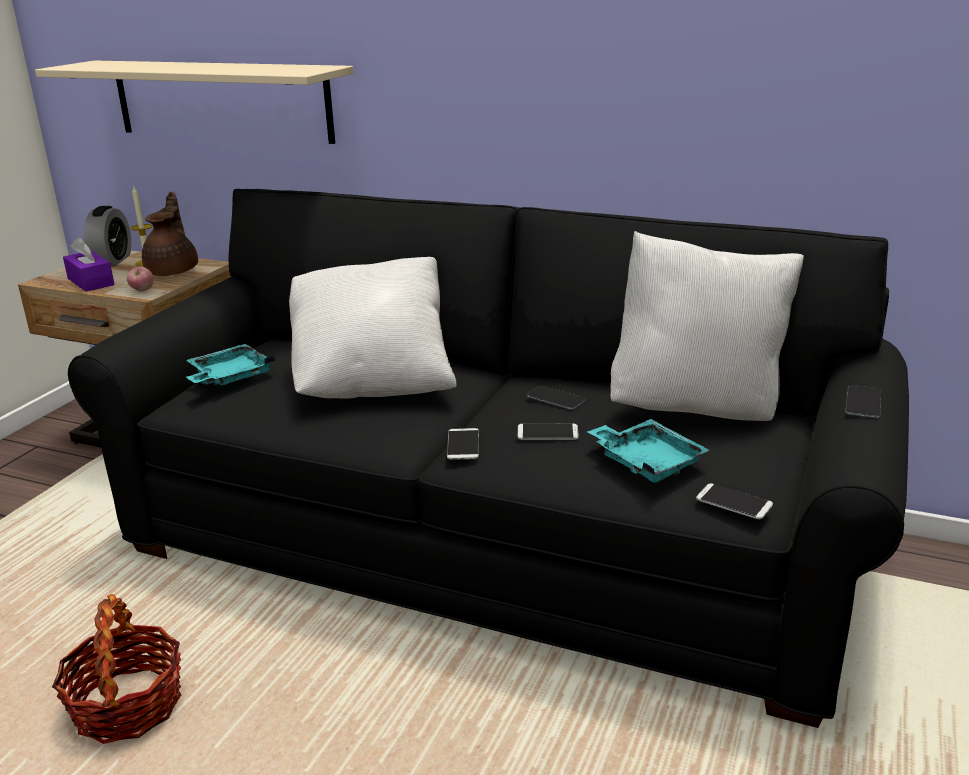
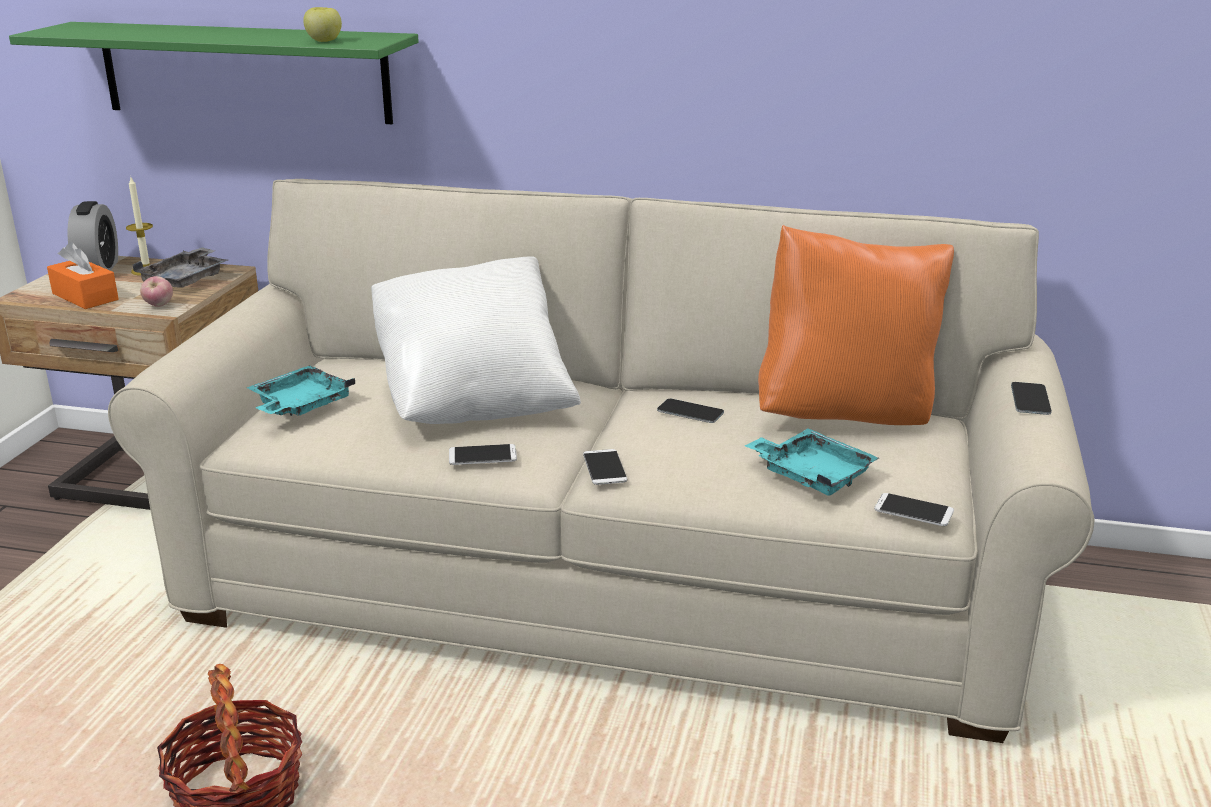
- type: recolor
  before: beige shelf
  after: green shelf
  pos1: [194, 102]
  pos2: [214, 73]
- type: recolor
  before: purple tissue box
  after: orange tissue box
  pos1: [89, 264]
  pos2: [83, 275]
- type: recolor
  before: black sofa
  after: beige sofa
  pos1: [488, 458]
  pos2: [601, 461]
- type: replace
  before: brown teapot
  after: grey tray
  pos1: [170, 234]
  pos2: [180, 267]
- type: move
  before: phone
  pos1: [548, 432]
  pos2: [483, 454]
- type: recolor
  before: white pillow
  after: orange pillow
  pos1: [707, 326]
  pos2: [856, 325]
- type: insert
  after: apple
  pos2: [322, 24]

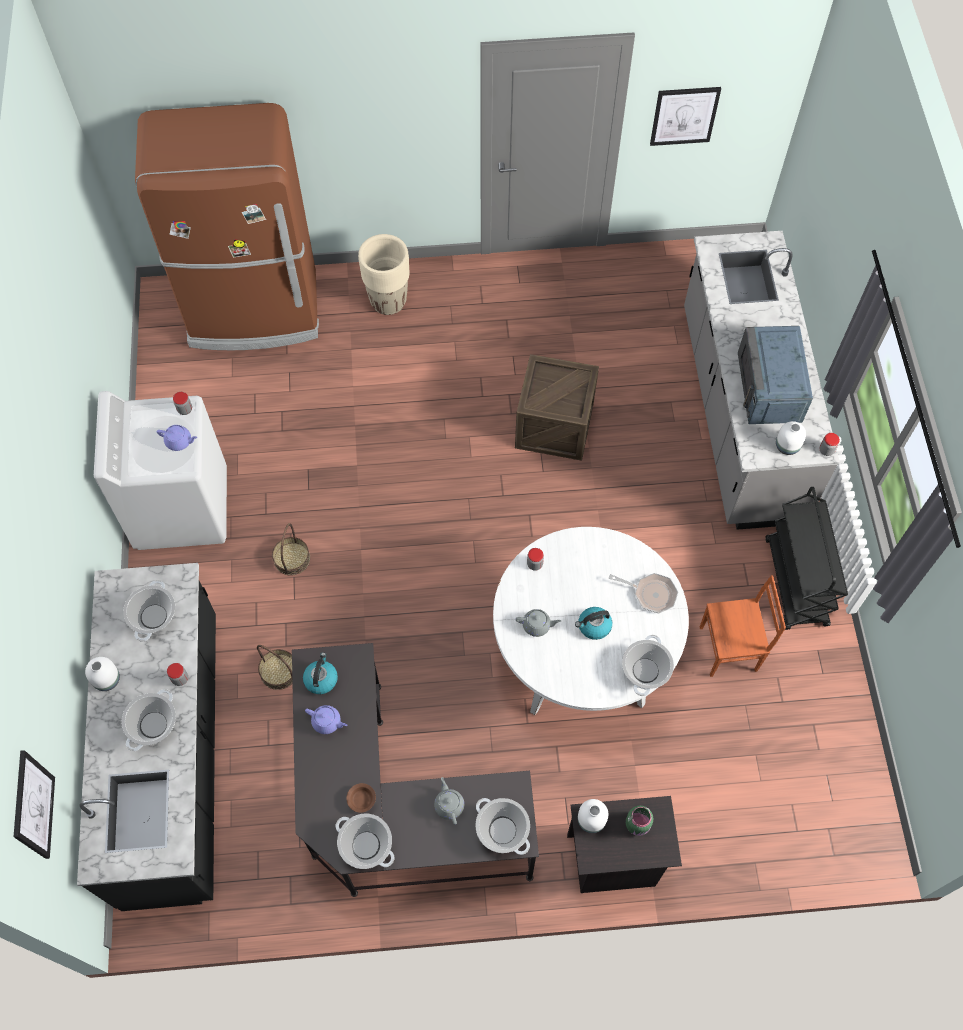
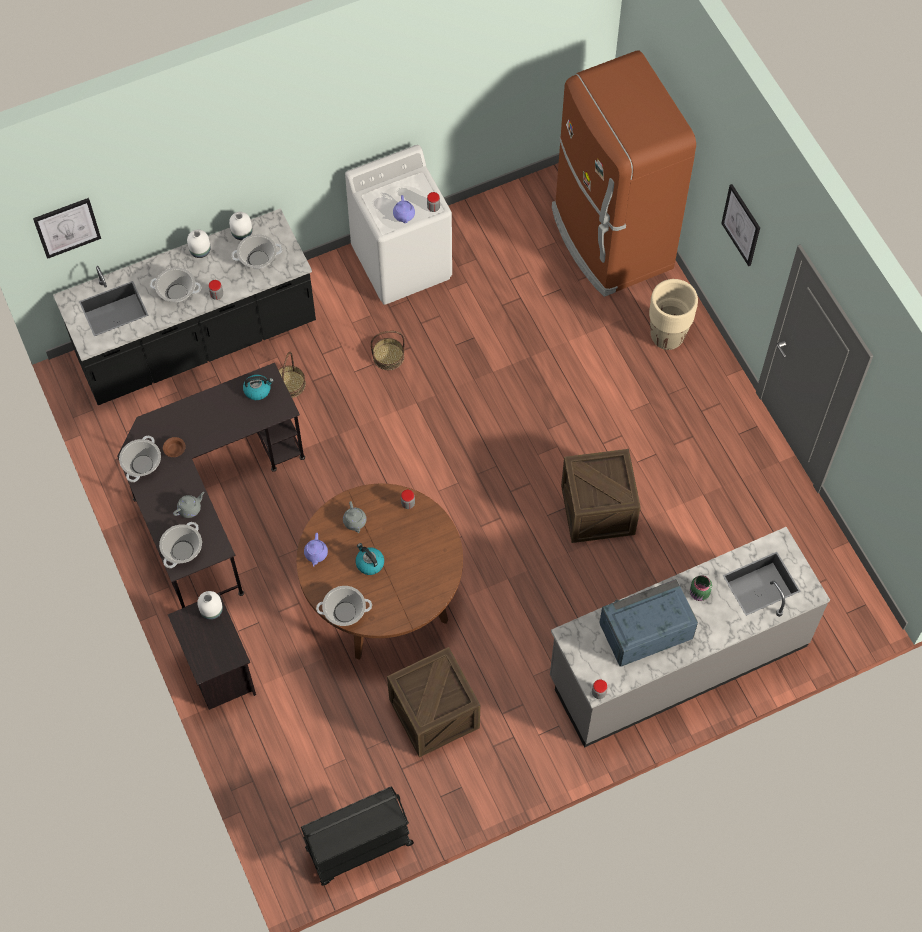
- type: move
  before: purple teapot
  pos1: [326, 719]
  pos2: [316, 549]
- type: recolor
  before: white dining table
  after: brown dining table
  pos1: [591, 621]
  pos2: [379, 572]
- type: delete
  before: frying pan
  pos1: [643, 593]
- type: move
  before: green jar
  pos1: [639, 820]
  pos2: [701, 588]
- type: move
  before: picture
  pos1: [685, 116]
  pos2: [740, 225]
- type: replace
  before: brown chair
  after: crate
  pos1: [743, 626]
  pos2: [433, 702]
- type: move
  before: black cart
  pos1: [806, 558]
  pos2: [357, 836]
- type: move
  before: white vase
  pos1: [791, 438]
  pos2: [240, 226]

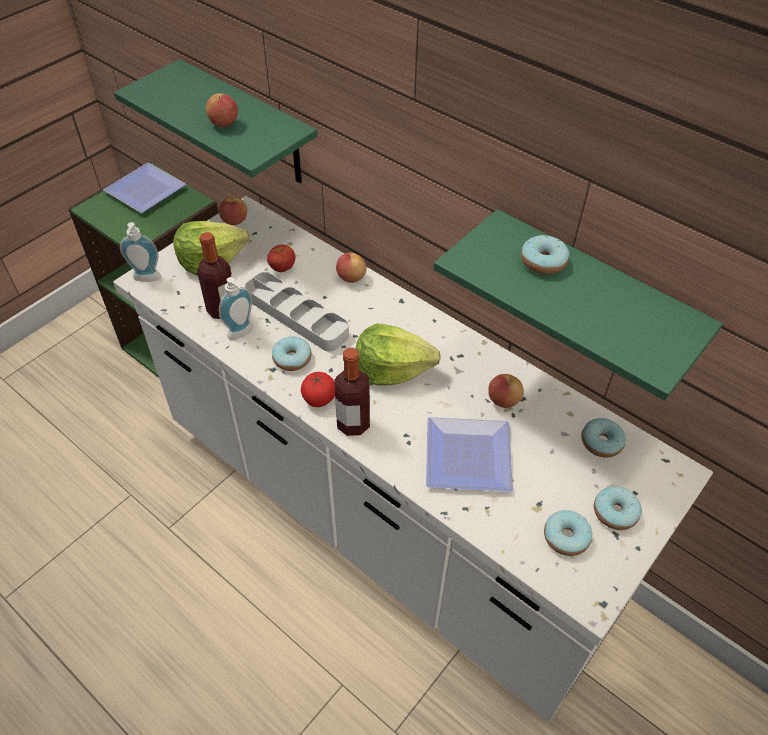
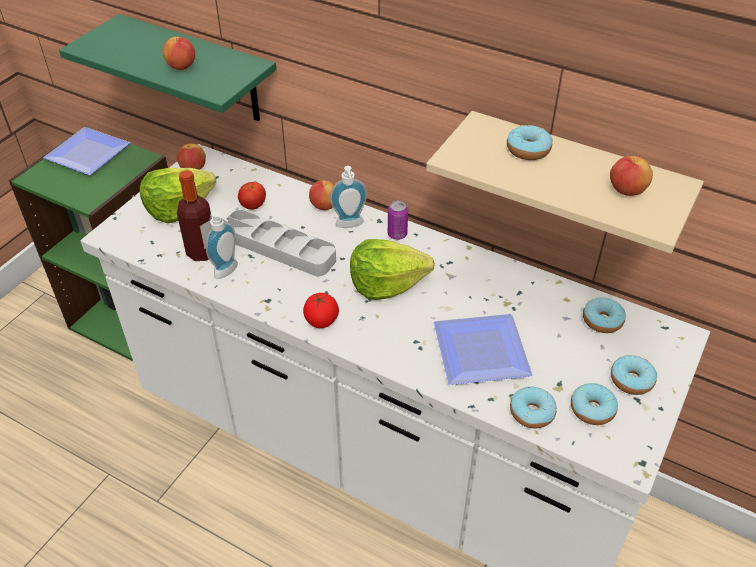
- type: move
  before: soap dispenser
  pos1: [140, 252]
  pos2: [348, 197]
- type: move
  before: donut
  pos1: [292, 353]
  pos2: [533, 407]
- type: delete
  before: bottle
  pos1: [352, 392]
- type: recolor
  before: green shelf
  after: beige shelf
  pos1: [578, 305]
  pos2: [565, 182]
- type: move
  before: apple
  pos1: [506, 391]
  pos2: [631, 176]
- type: insert
  after: can
  pos2: [398, 220]

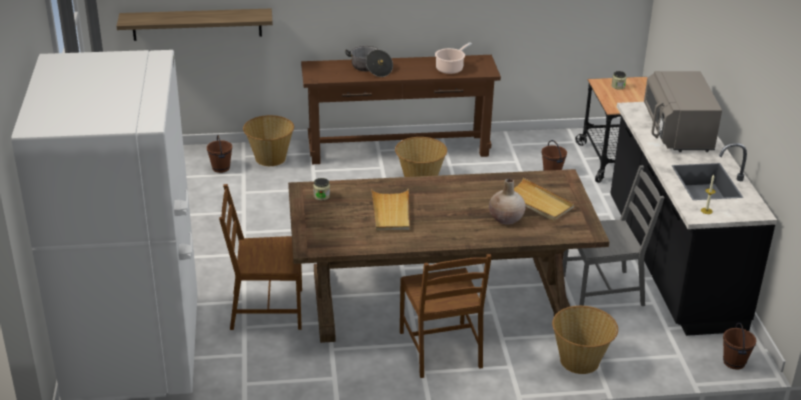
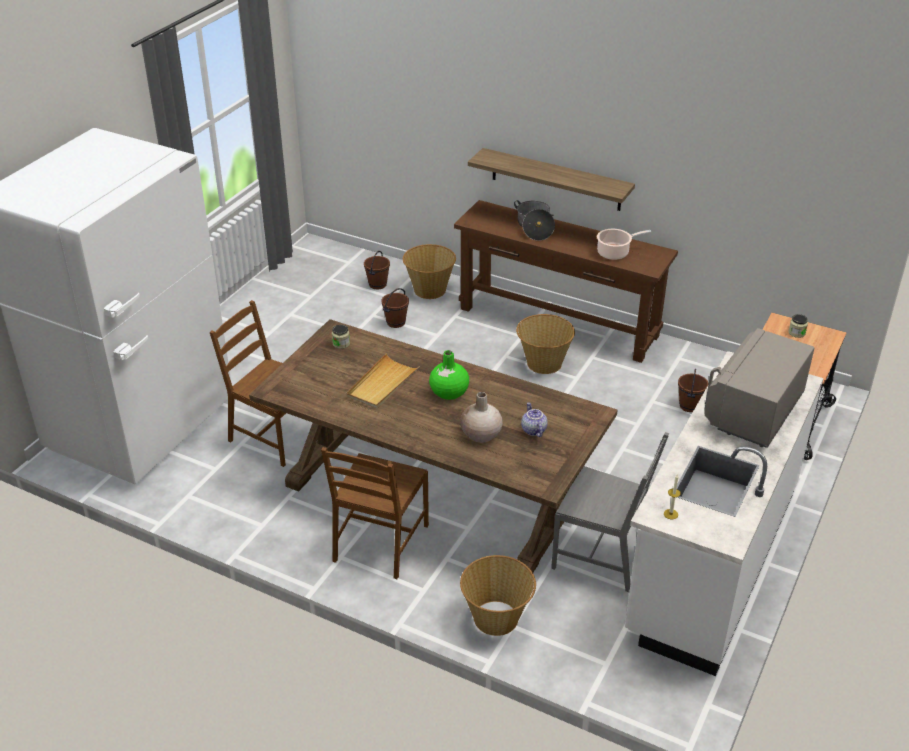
- type: move
  before: shelf
  pos1: [195, 24]
  pos2: [551, 179]
- type: replace
  before: beige tray
  after: teapot
  pos1: [544, 199]
  pos2: [534, 420]
- type: recolor
  before: black counter
  after: white counter
  pos1: [693, 219]
  pos2: [724, 513]
- type: move
  before: brown bucket
  pos1: [739, 346]
  pos2: [395, 308]
- type: insert
  after: green vase
  pos2: [449, 375]

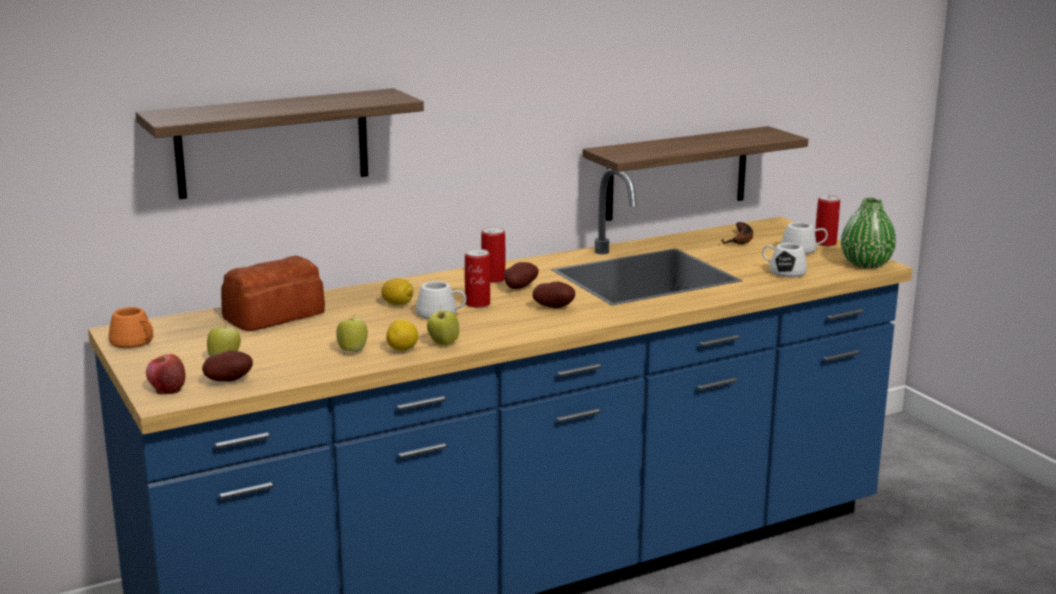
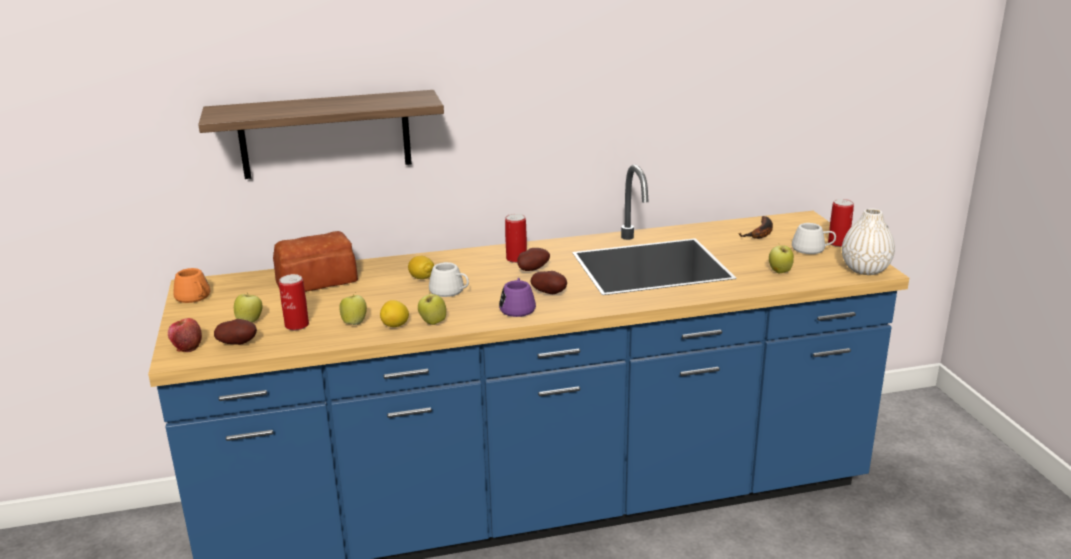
- type: move
  before: can
  pos1: [477, 278]
  pos2: [294, 302]
- type: delete
  before: shelf
  pos1: [695, 173]
- type: replace
  before: white mug
  after: apple
  pos1: [784, 260]
  pos2: [781, 258]
- type: recolor
  before: green vase
  after: white vase
  pos1: [868, 233]
  pos2: [868, 241]
- type: insert
  after: purple mug
  pos2: [517, 297]

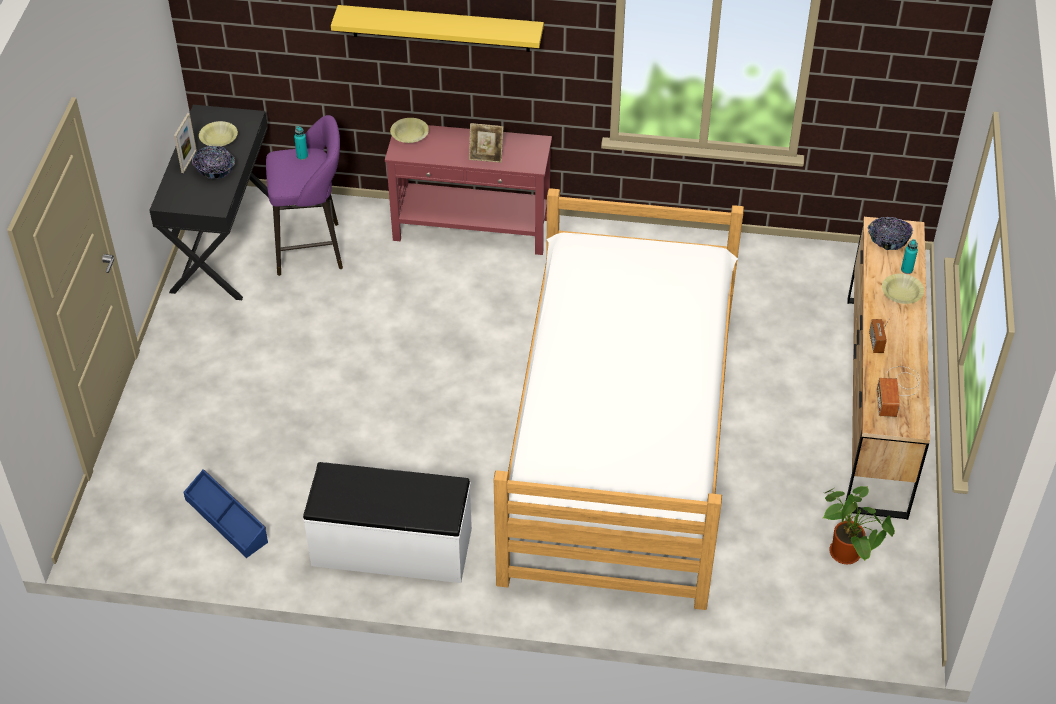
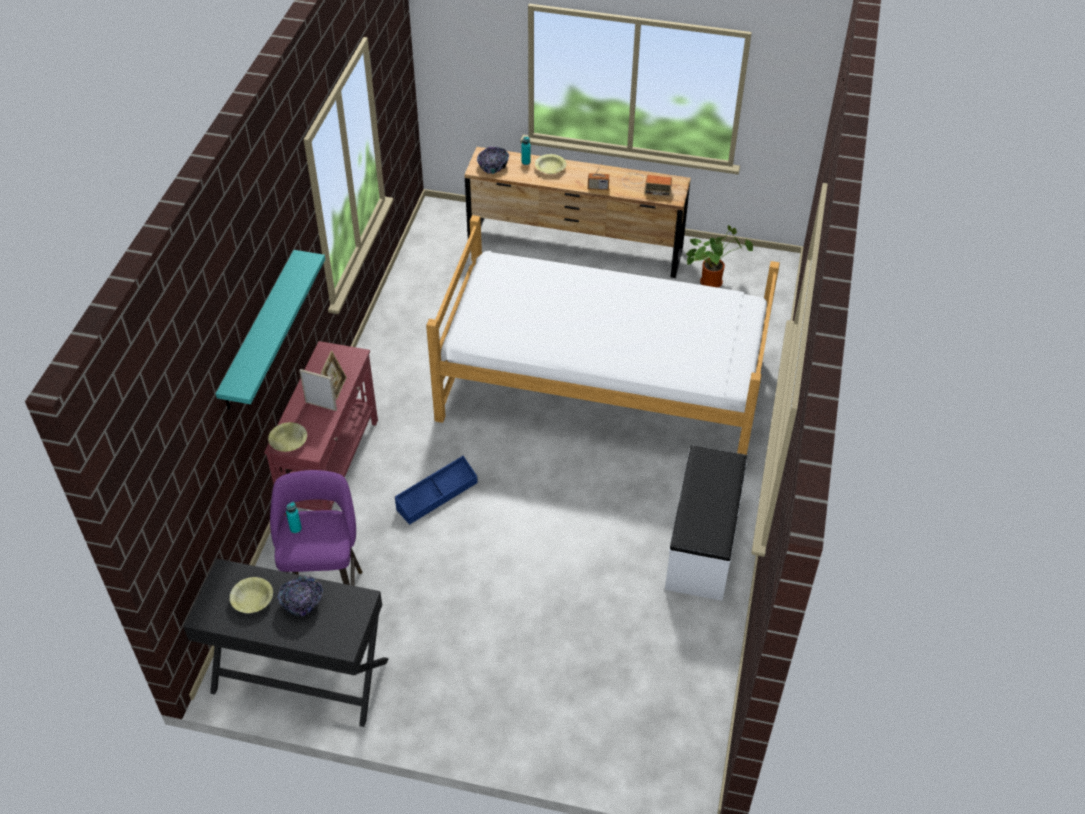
- type: move
  before: picture frame
  pos1: [185, 143]
  pos2: [318, 390]
- type: move
  before: blue storage box
  pos1: [225, 513]
  pos2: [436, 490]
- type: recolor
  before: yellow shelf
  after: turquoise shelf
  pos1: [437, 28]
  pos2: [270, 330]

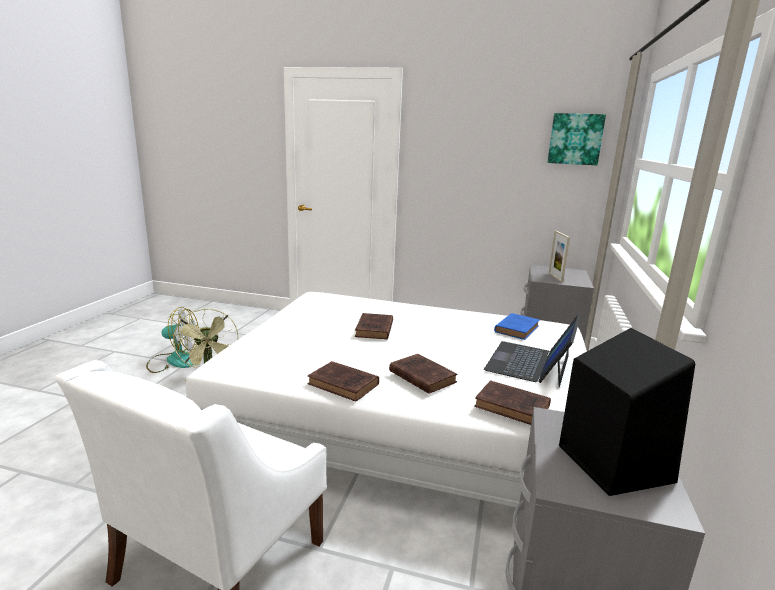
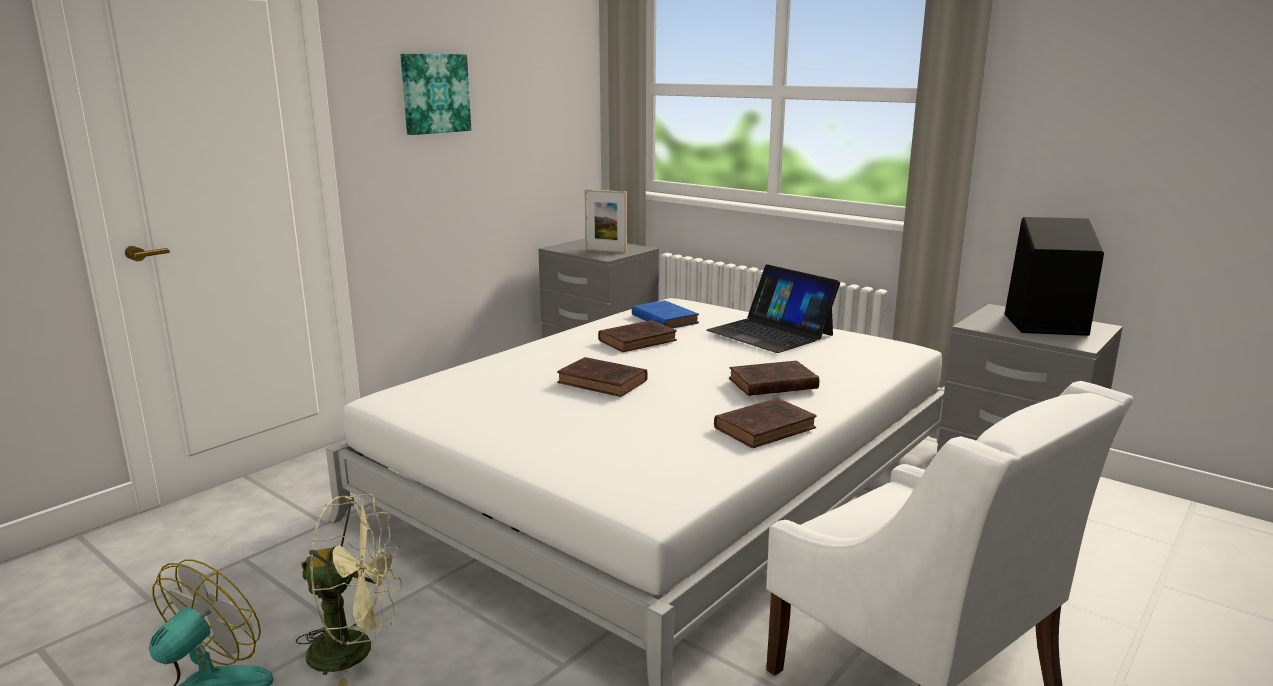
- type: move
  before: brown book
  pos1: [512, 402]
  pos2: [637, 336]
- type: move
  before: picture
  pos1: [577, 139]
  pos2: [436, 94]

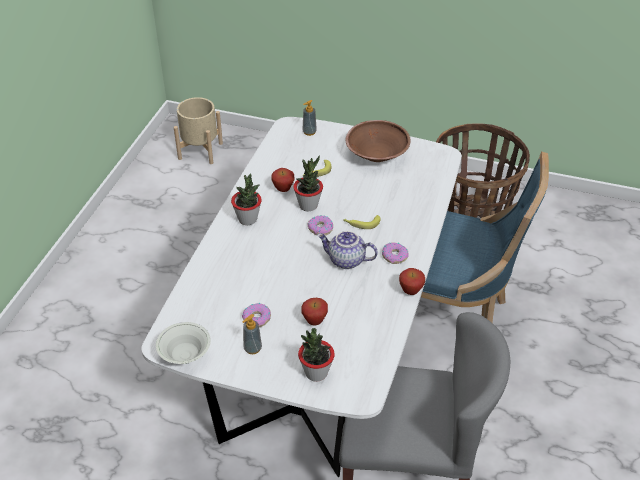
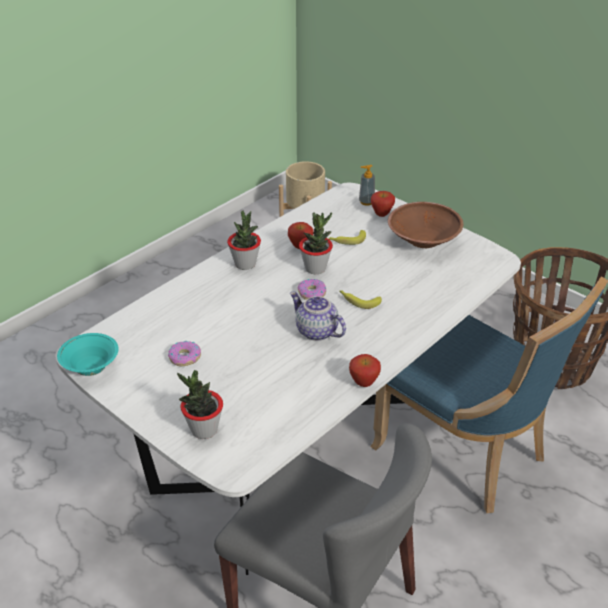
- type: recolor
  before: white bowl
  after: turquoise bowl
  pos1: [183, 343]
  pos2: [88, 354]
- type: delete
  before: soap dispenser
  pos1: [252, 334]
- type: move
  before: apple
  pos1: [315, 312]
  pos2: [383, 204]
- type: delete
  before: donut
  pos1: [395, 253]

